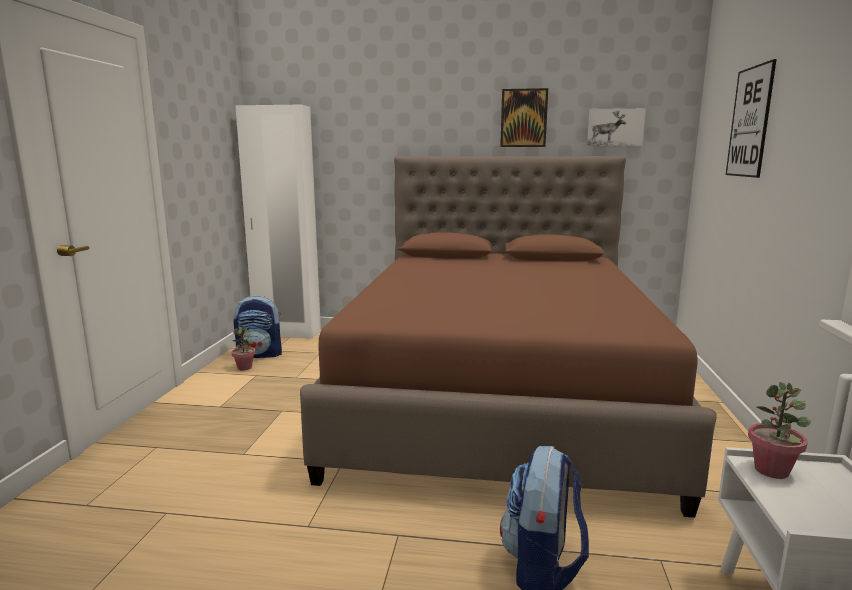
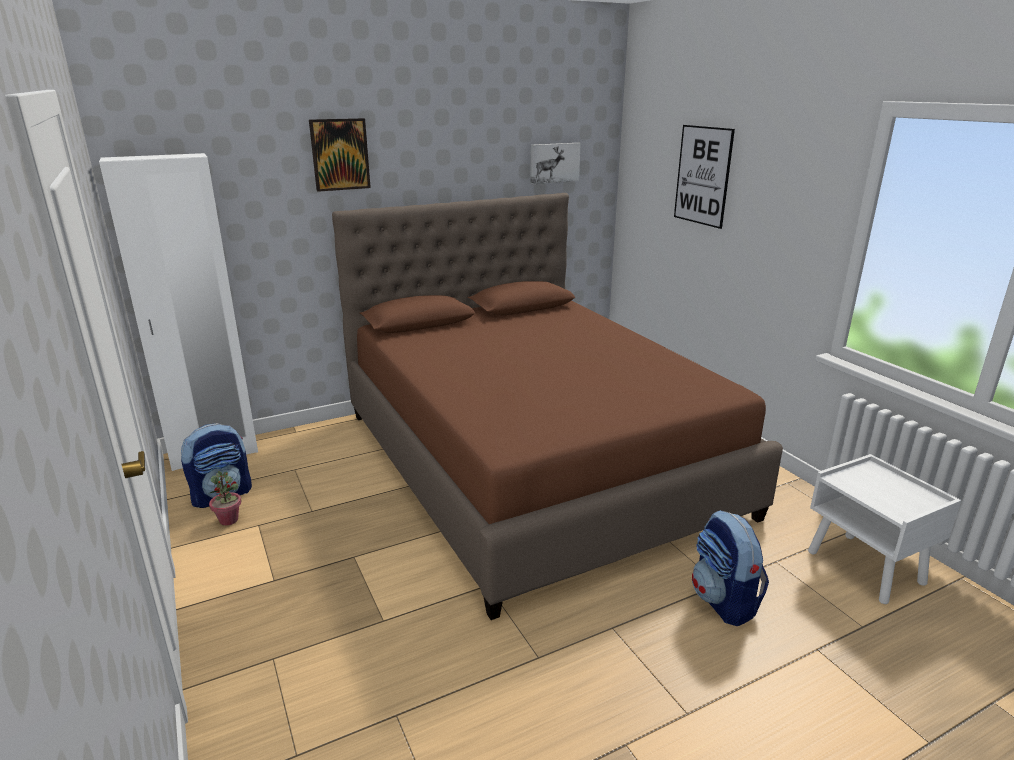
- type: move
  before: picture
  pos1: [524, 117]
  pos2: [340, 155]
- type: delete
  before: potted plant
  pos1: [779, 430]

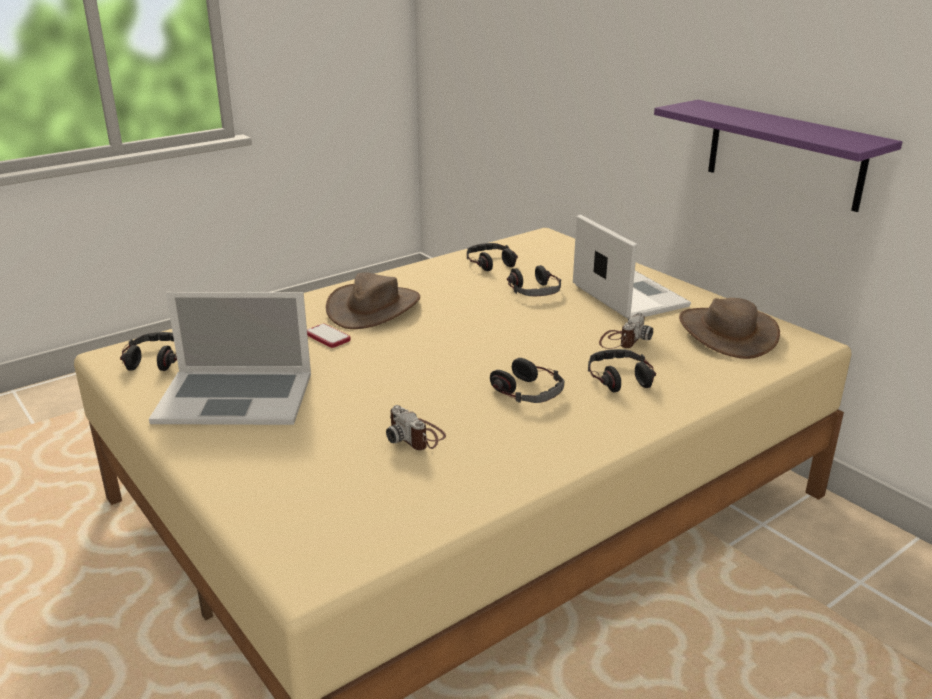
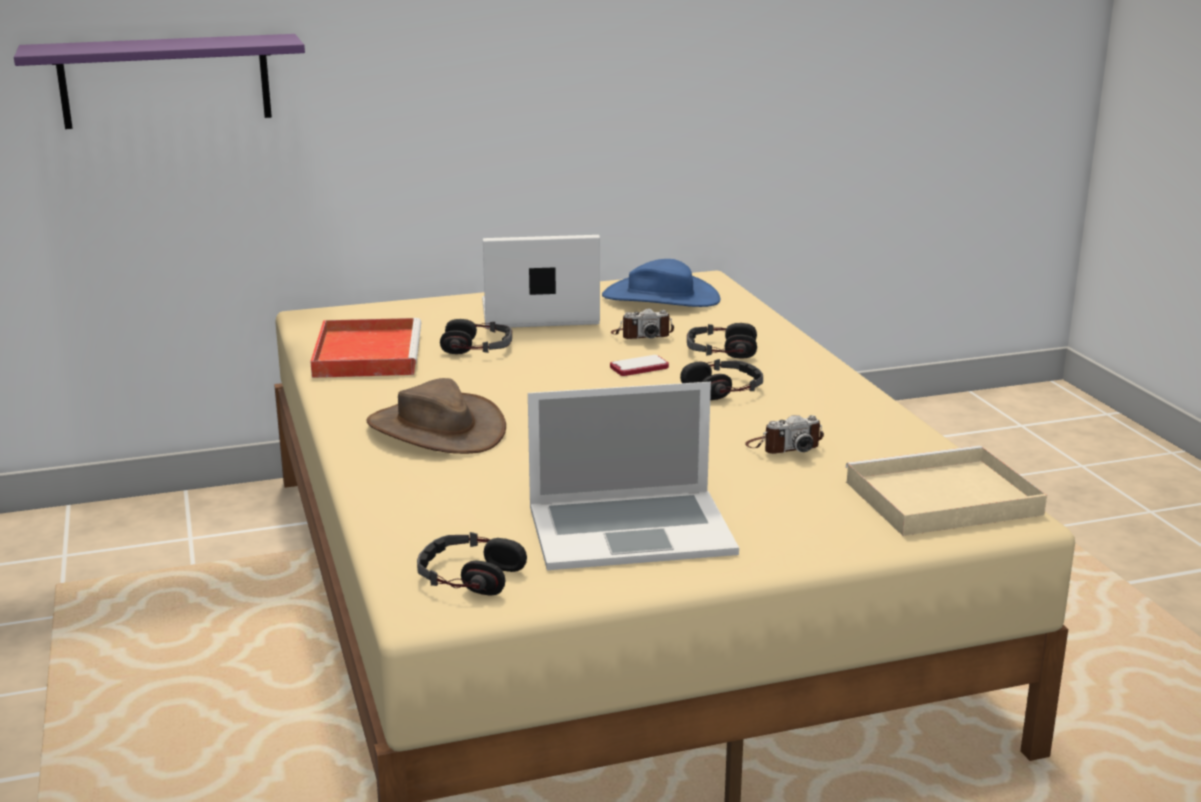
- type: rotate
  before: laptop
  pos1: [230, 358]
  pos2: [633, 476]
  turn: 60
- type: move
  before: phone
  pos1: [329, 336]
  pos2: [639, 365]
- type: replace
  before: headphones
  after: red tray
  pos1: [492, 257]
  pos2: [365, 348]
- type: rotate
  before: photo camera
  pos1: [626, 330]
  pos2: [642, 323]
  turn: 120
- type: move
  before: purple shelf
  pos1: [778, 156]
  pos2: [159, 81]
- type: recolor
  before: brown hat
  after: blue hat
  pos1: [729, 328]
  pos2: [661, 283]
- type: insert
  after: beige tray
  pos2: [946, 491]

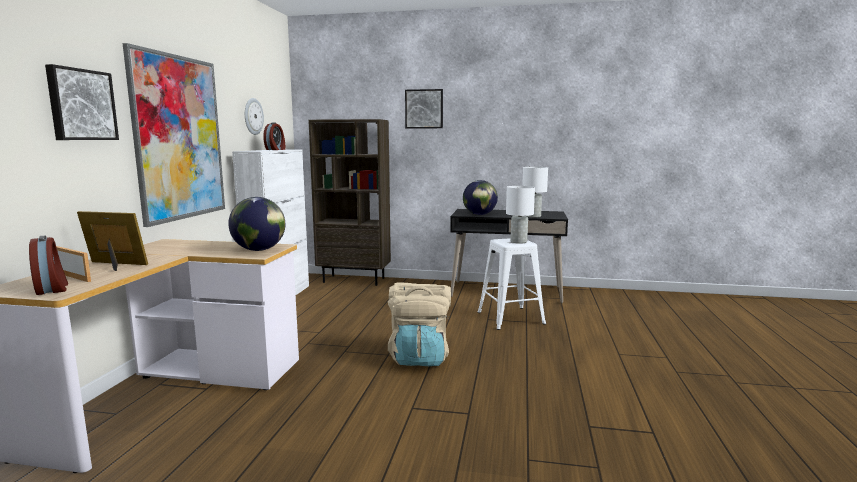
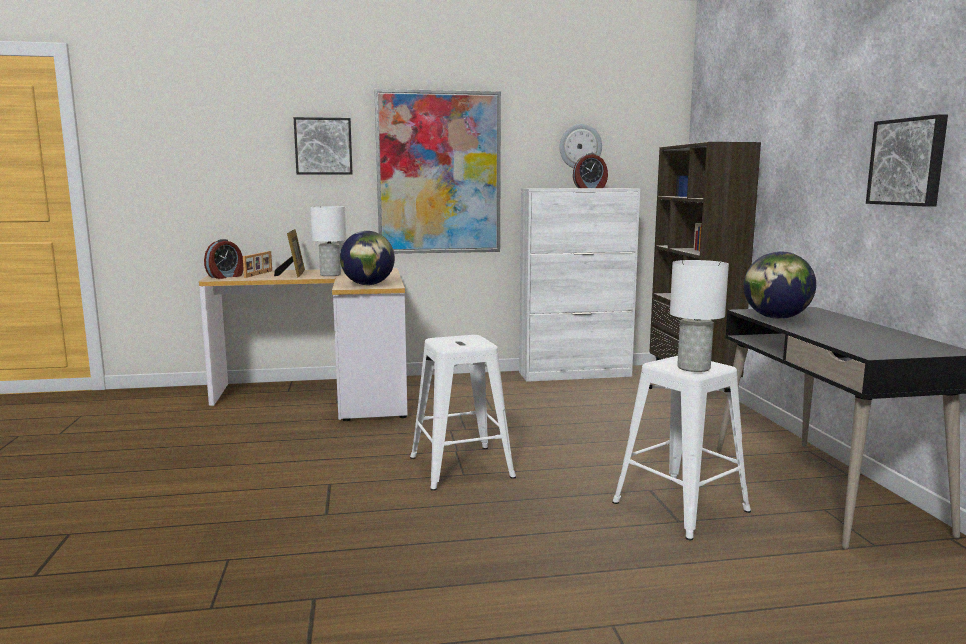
- type: replace
  before: beige backpack
  after: white stool
  pos1: [419, 324]
  pos2: [463, 413]
- type: move
  before: picture
  pos1: [424, 108]
  pos2: [907, 160]
- type: move
  before: white table lamp
  pos1: [535, 192]
  pos2: [328, 241]

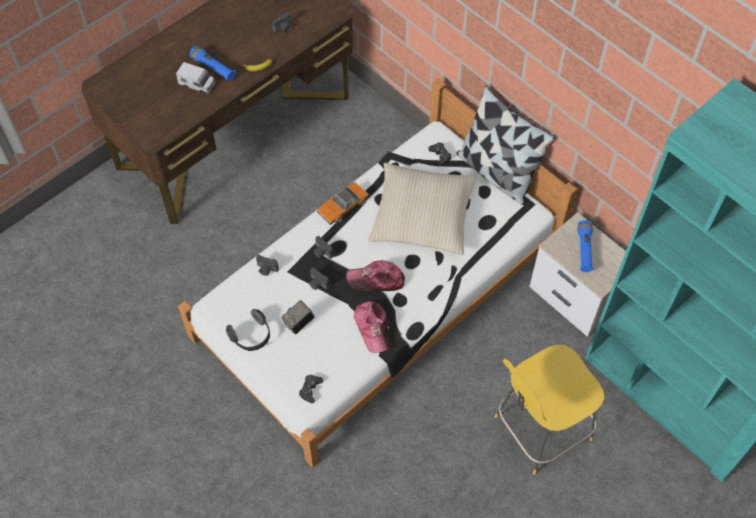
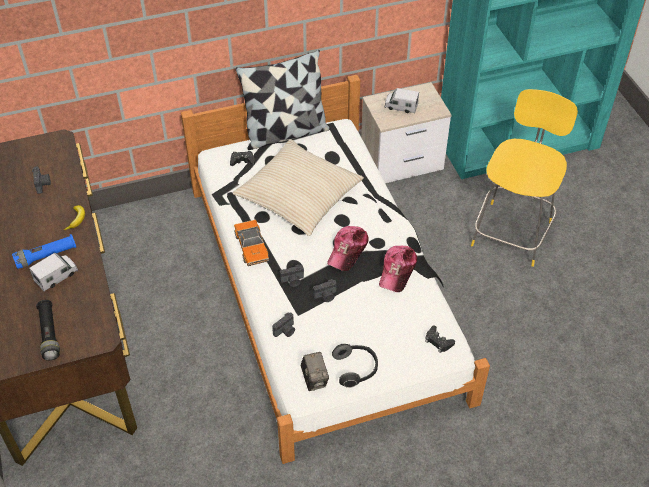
- type: move
  before: photo camera
  pos1: [297, 317]
  pos2: [315, 371]
- type: rotate
  before: cap
  pos1: [373, 327]
  pos2: [398, 269]
  turn: 105
- type: rotate
  before: yellow chair
  pos1: [549, 410]
  pos2: [524, 178]
  turn: -150
- type: replace
  before: blue flashlight
  after: toy truck
  pos1: [586, 246]
  pos2: [401, 101]
- type: insert
  after: black flashlight
  pos2: [48, 330]

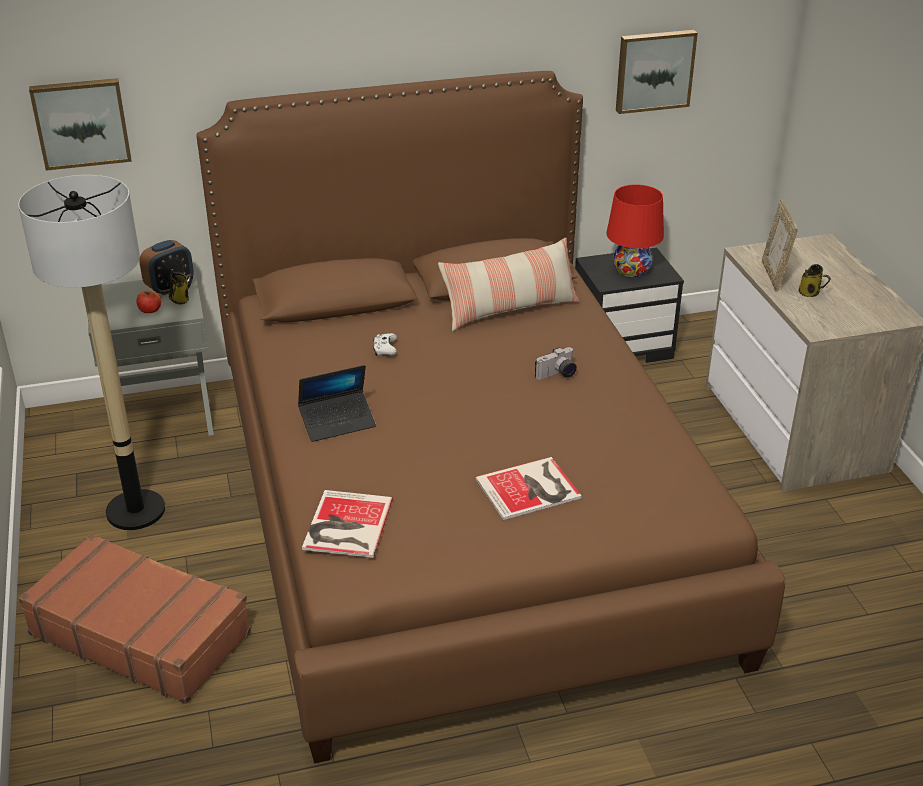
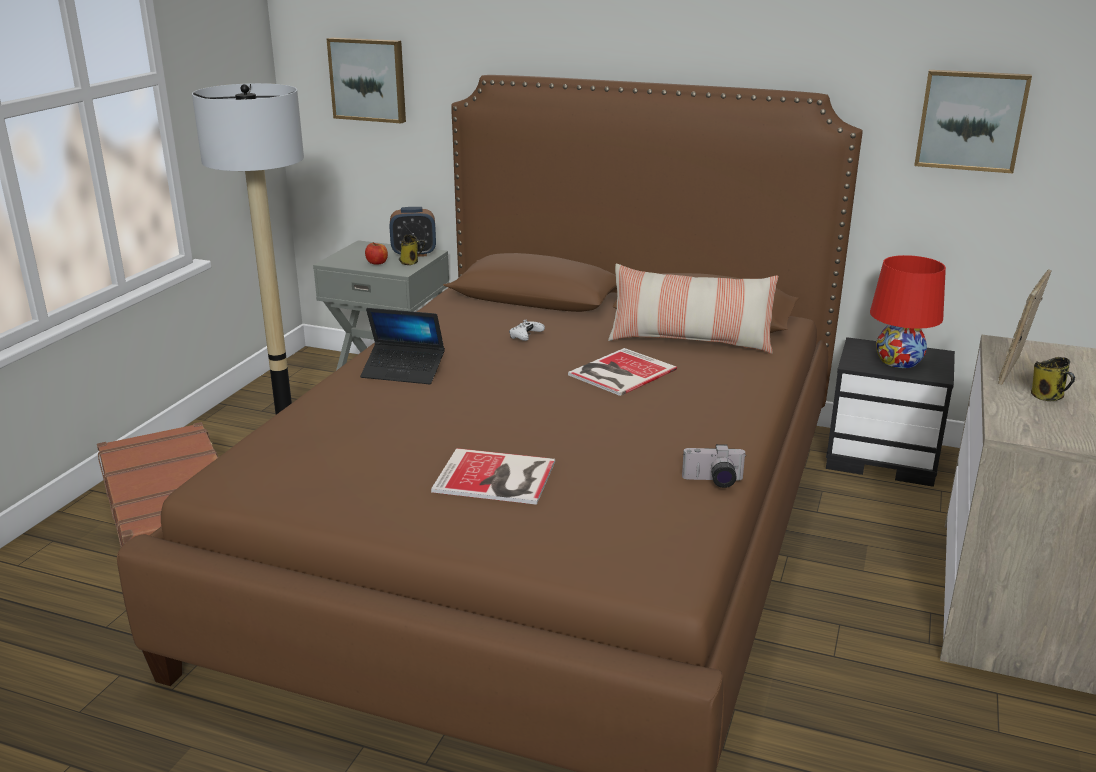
- type: move
  before: book
  pos1: [347, 524]
  pos2: [622, 372]
- type: move
  before: photo camera
  pos1: [556, 363]
  pos2: [714, 466]

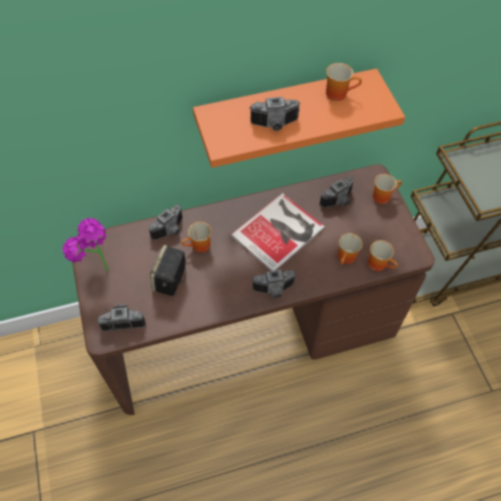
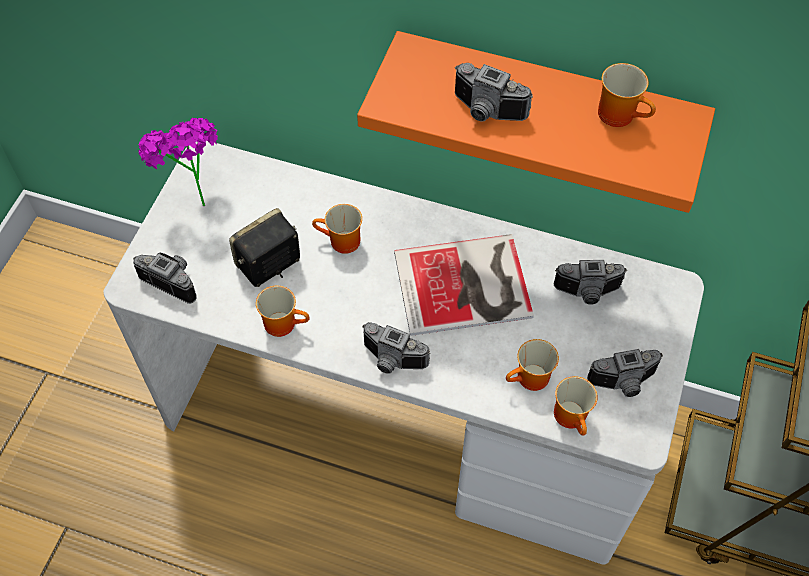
- type: recolor
  before: brown desk
  after: white desk
  pos1: [253, 289]
  pos2: [403, 353]
- type: move
  before: photo camera
  pos1: [166, 222]
  pos2: [625, 373]
- type: move
  before: mug
  pos1: [387, 189]
  pos2: [283, 311]

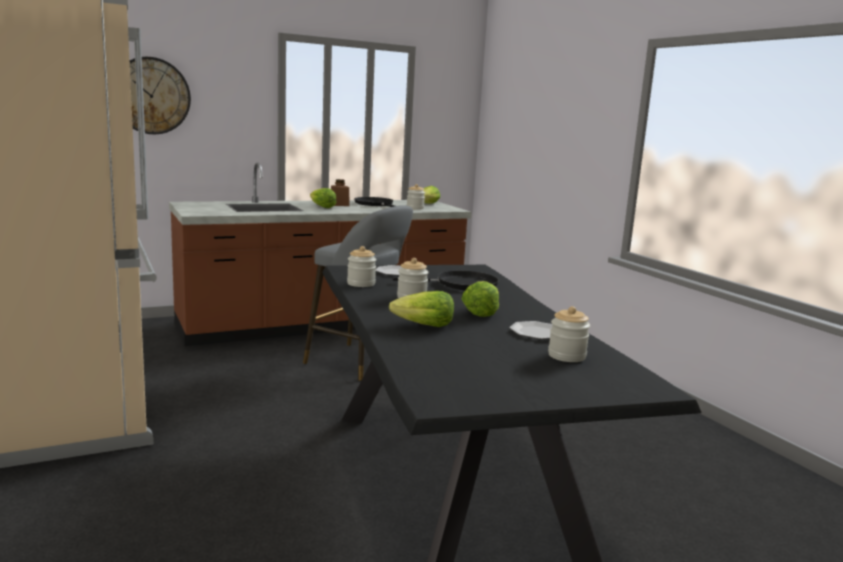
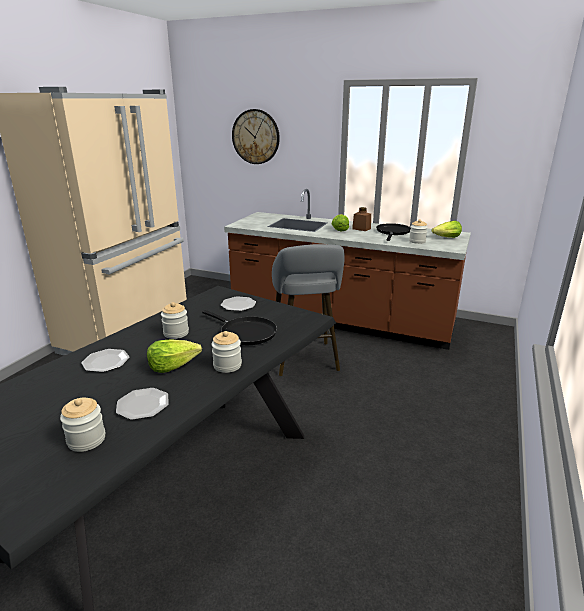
- type: move
  before: jar
  pos1: [361, 266]
  pos2: [226, 352]
- type: replace
  before: lettuce
  after: plate
  pos1: [421, 309]
  pos2: [105, 360]

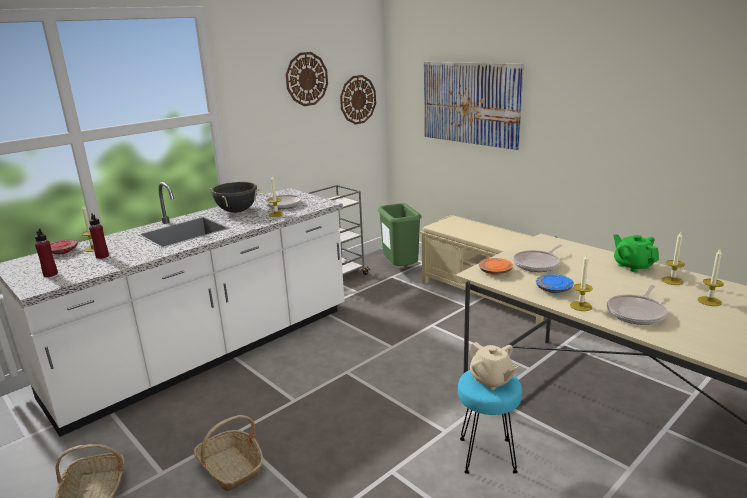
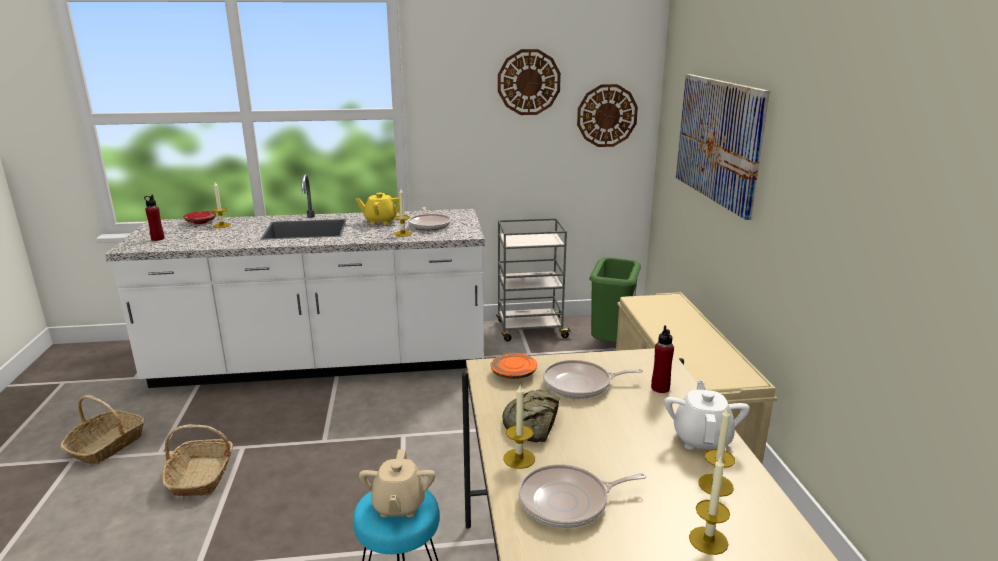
- type: move
  before: red bottle
  pos1: [99, 236]
  pos2: [662, 359]
- type: replace
  before: black cooking pot
  after: yellow teapot
  pos1: [234, 197]
  pos2: [378, 209]
- type: replace
  before: blue plate
  after: bread
  pos1: [555, 283]
  pos2: [531, 416]
- type: recolor
  before: green teapot
  after: white teapot
  pos1: [636, 253]
  pos2: [707, 415]

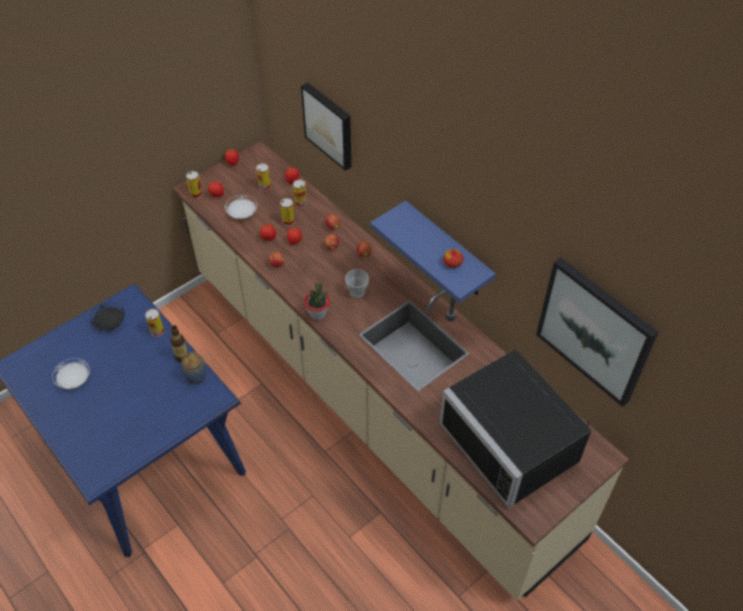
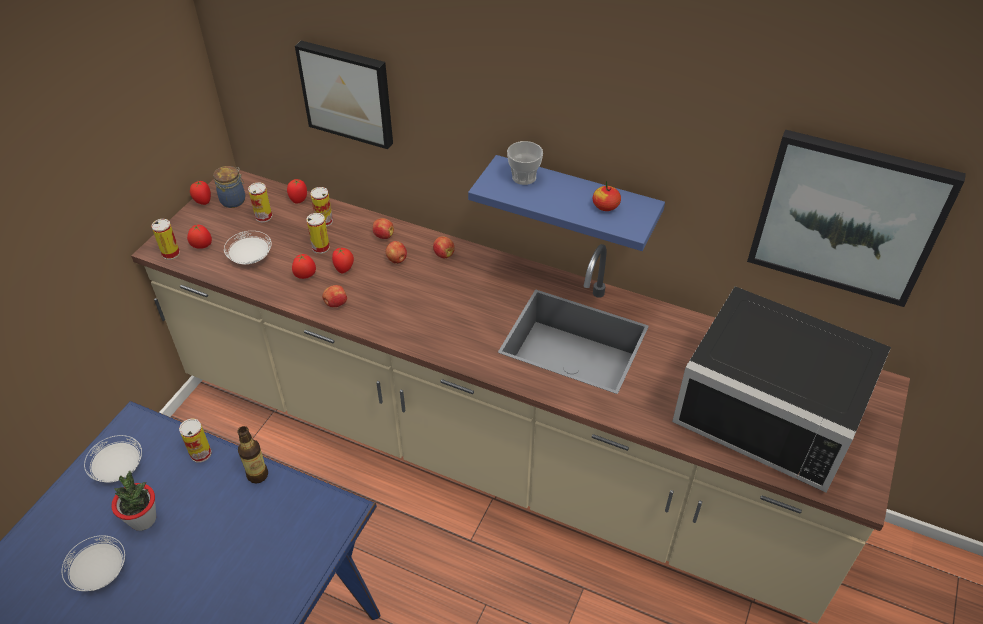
- type: recolor
  before: black plate
  after: white plate
  pos1: [107, 317]
  pos2: [113, 458]
- type: move
  before: jar
  pos1: [194, 368]
  pos2: [229, 187]
- type: move
  before: potted plant
  pos1: [317, 301]
  pos2: [133, 501]
- type: move
  before: cup
  pos1: [357, 283]
  pos2: [525, 163]

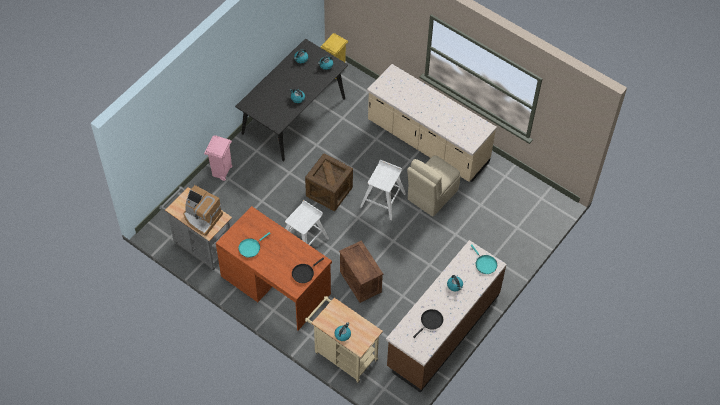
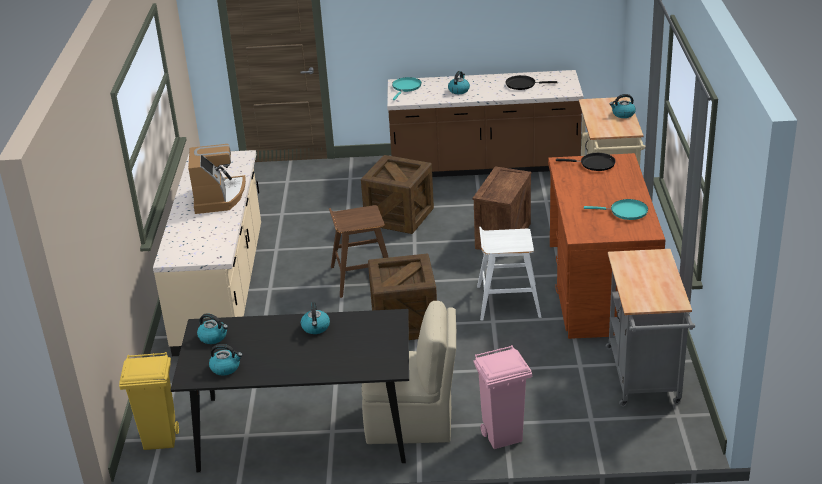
- type: move
  before: coffee machine
  pos1: [203, 210]
  pos2: [217, 179]
- type: recolor
  before: white stool
  after: brown stool
  pos1: [383, 190]
  pos2: [359, 251]
- type: move
  before: beige chair
  pos1: [434, 186]
  pos2: [409, 372]
- type: insert
  after: crate
  pos2: [397, 194]

